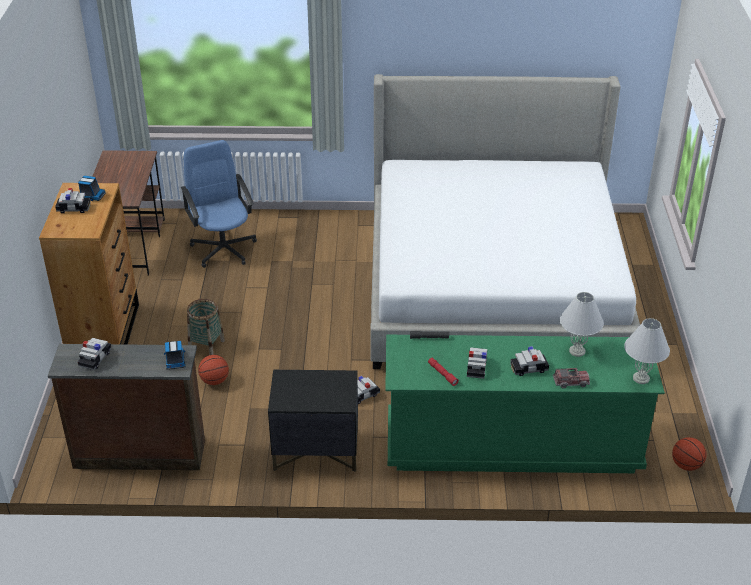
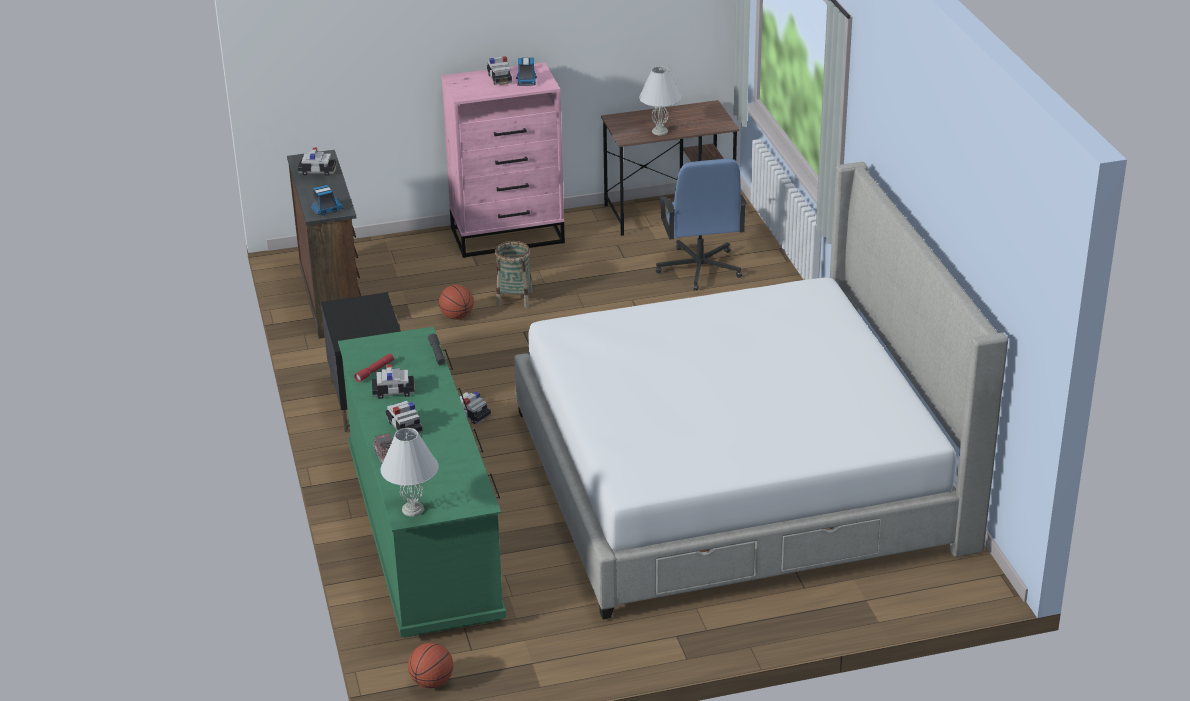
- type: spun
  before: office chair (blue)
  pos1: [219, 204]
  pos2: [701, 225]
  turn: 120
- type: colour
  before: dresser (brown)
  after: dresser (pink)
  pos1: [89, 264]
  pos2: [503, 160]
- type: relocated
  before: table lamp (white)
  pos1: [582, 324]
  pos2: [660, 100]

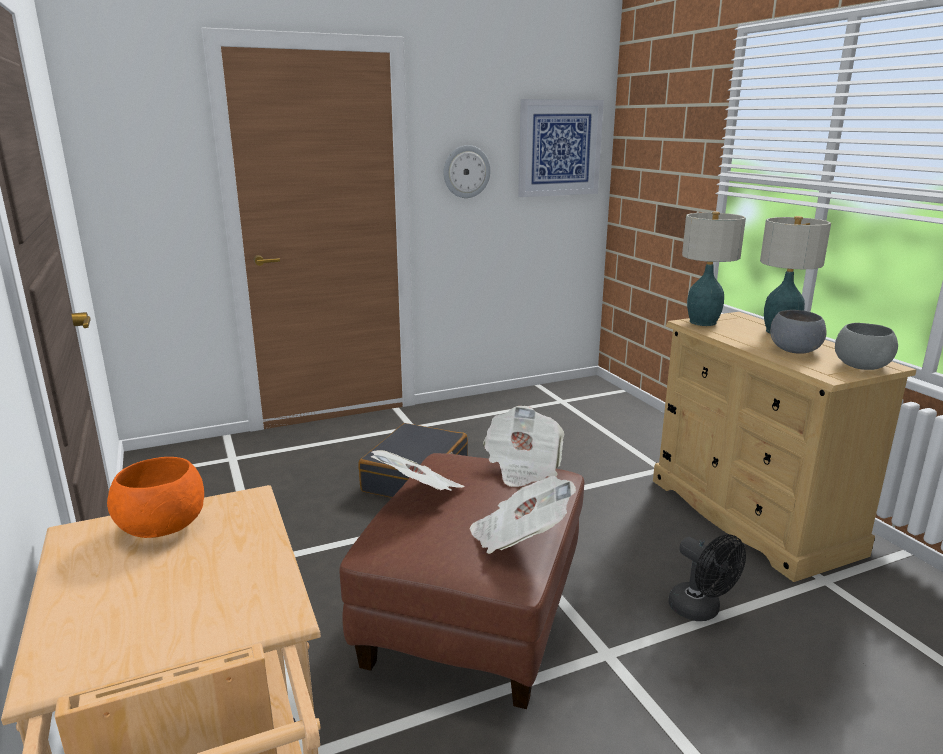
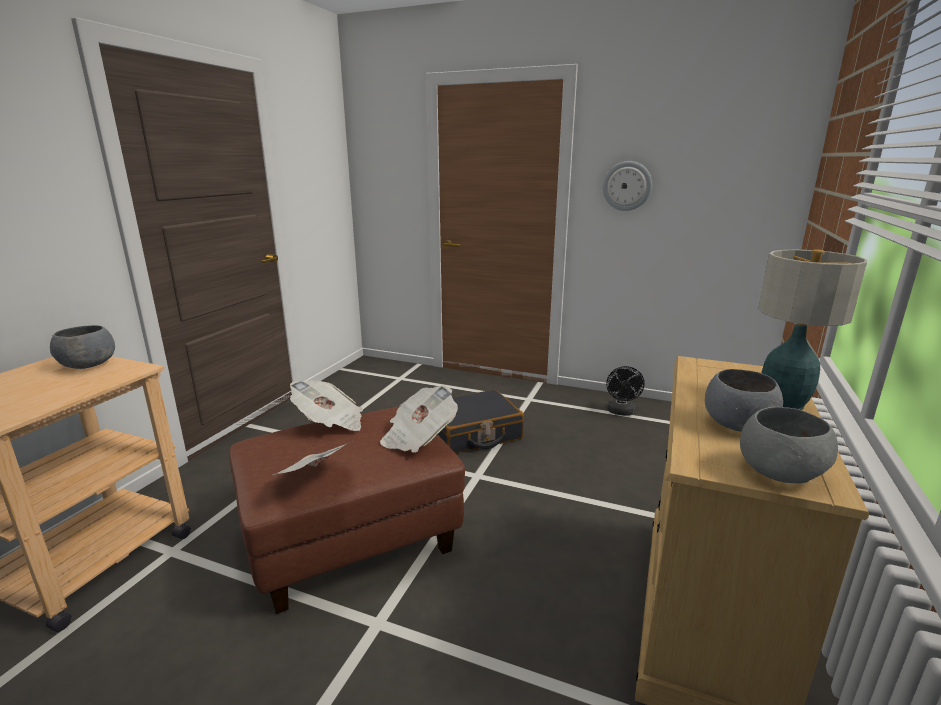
- type: missing
  before: picture
  pos1: [561, 148]
- type: missing
  before: table lamp
  pos1: [714, 268]
- type: colour
  before: bowl (orange)
  after: bowl (grey)
  pos1: [155, 497]
  pos2: [82, 347]
- type: relocated
  before: fan (black)
  pos1: [707, 577]
  pos2: [625, 390]

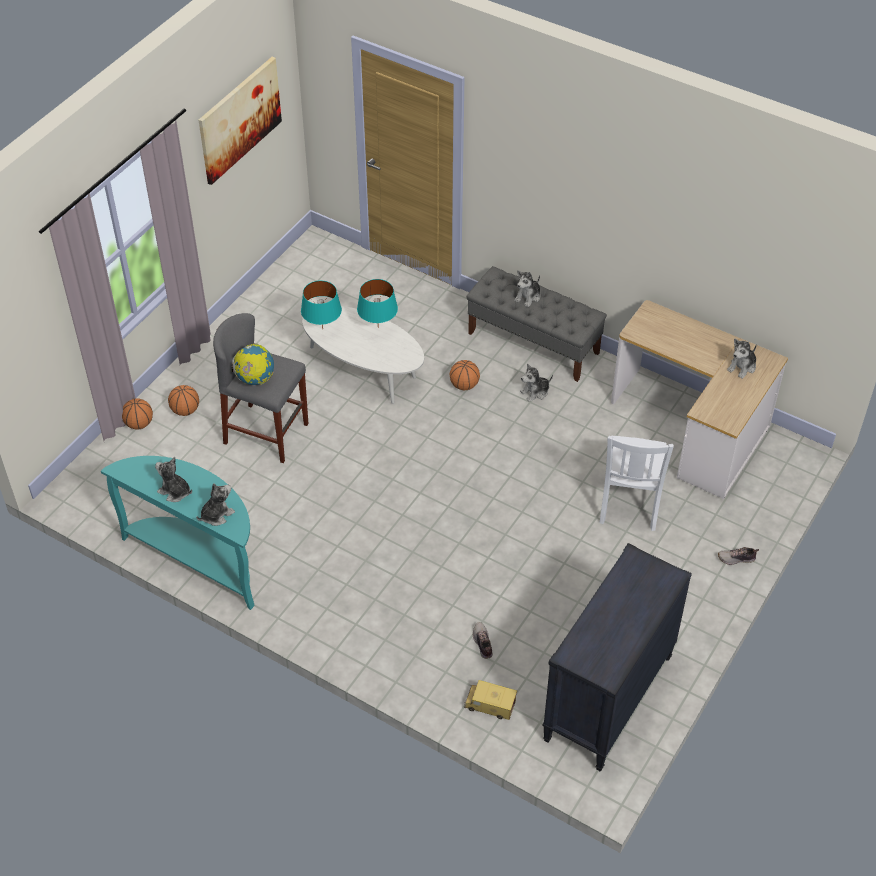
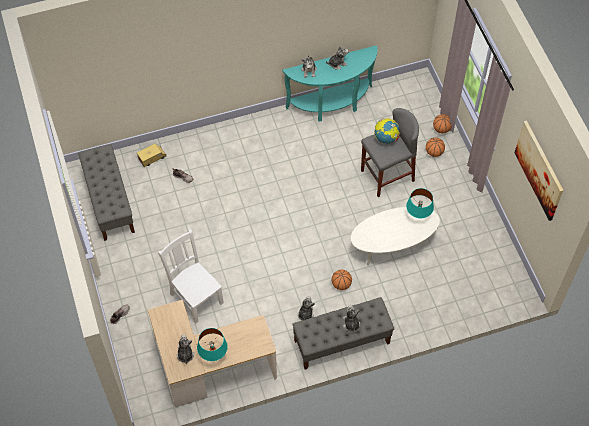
- type: relocated
  before: table lamp (turquoise)
  pos1: [377, 303]
  pos2: [212, 344]
- type: exchanged
  before: dresser (black)
  after: bench (grey)
  pos1: [617, 657]
  pos2: [106, 192]

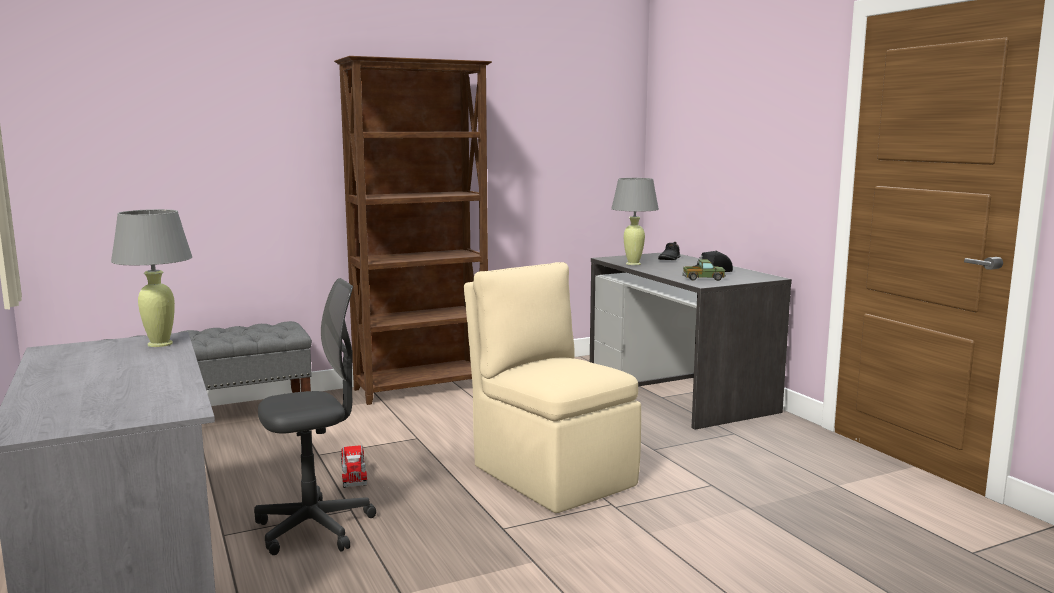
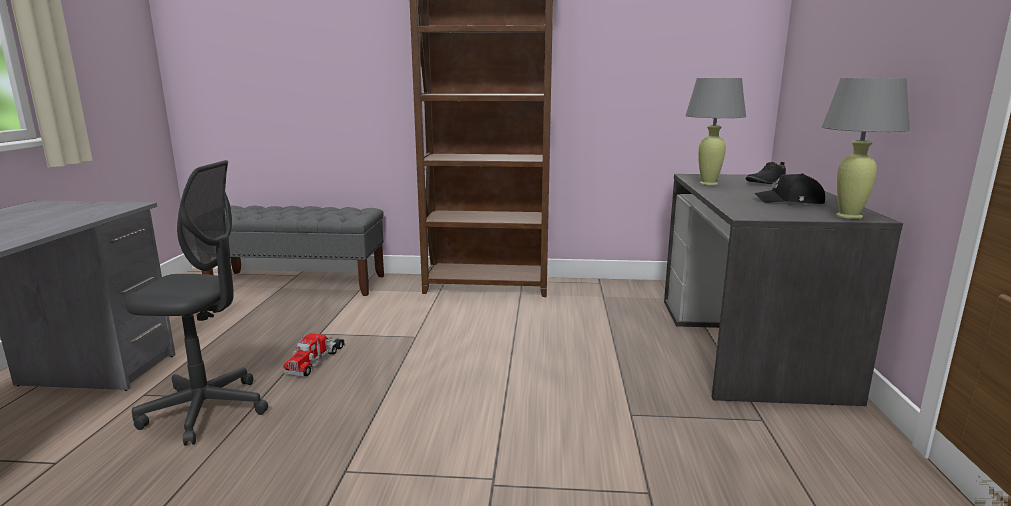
- type: relocated
  before: table lamp (grey)
  pos1: [151, 278]
  pos2: [866, 148]
- type: missing
  before: toy truck
  pos1: [704, 270]
- type: missing
  before: chair (beige)
  pos1: [552, 387]

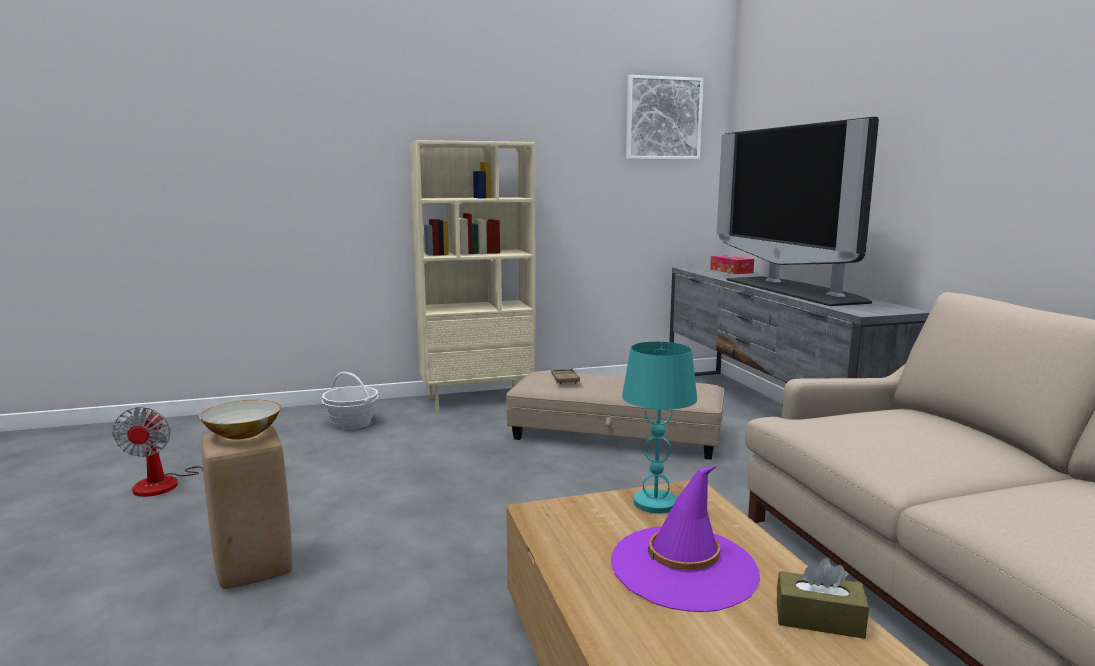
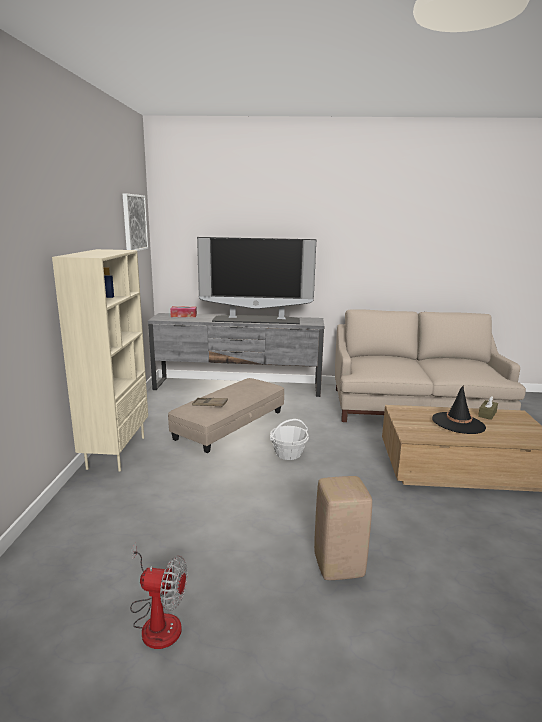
- type: missing
  before: table lamp (turquoise)
  pos1: [659, 428]
- type: relocated
  before: basket
  pos1: [350, 401]
  pos2: [289, 439]
- type: missing
  before: bowl
  pos1: [240, 420]
- type: colour
  before: hat (purple)
  after: hat (black)
  pos1: [685, 539]
  pos2: [459, 409]

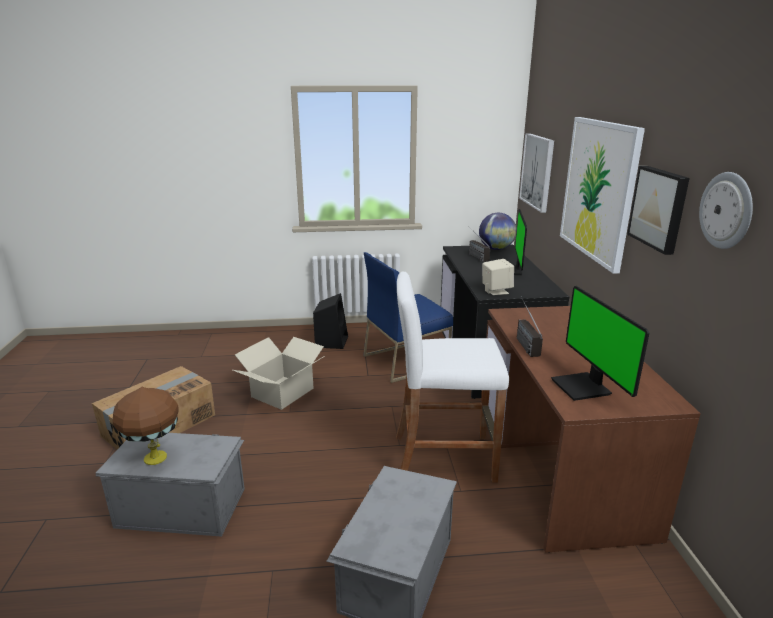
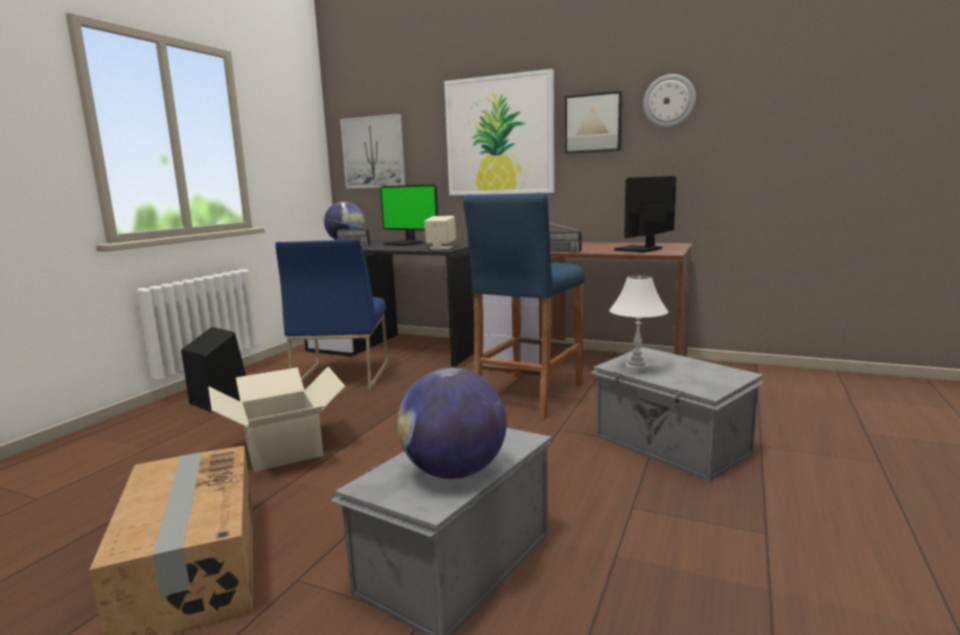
- type: colour
  before: stool (white)
  after: stool (blue)
  pos1: [452, 377]
  pos2: [523, 306]
- type: spun
  before: monitor
  pos1: [600, 343]
  pos2: [645, 214]
  turn: 120
- type: exchanged
  before: table lamp (brown)
  after: globe
  pos1: [146, 426]
  pos2: [452, 423]
- type: appeared
  after: table lamp (white)
  pos2: [639, 324]

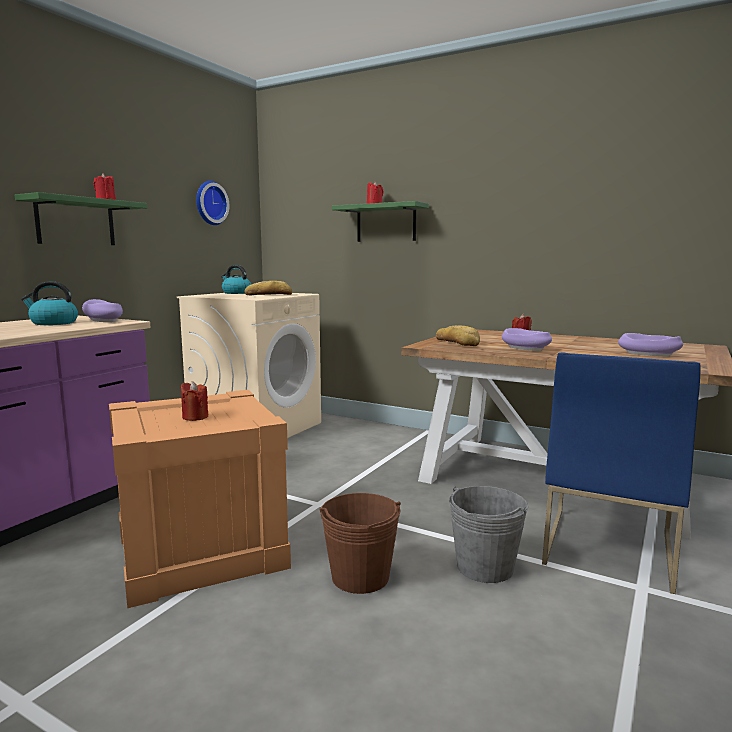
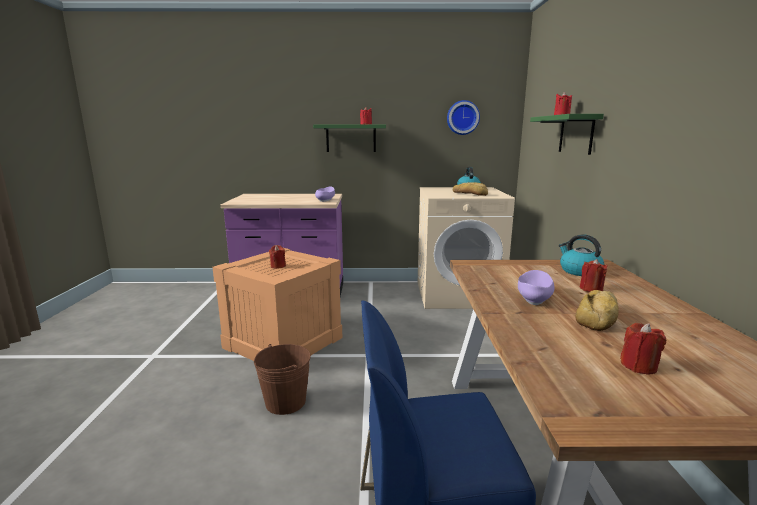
- type: relocated
  before: kettle
  pos1: [49, 303]
  pos2: [581, 255]
- type: relocated
  before: bread
  pos1: [458, 335]
  pos2: [597, 310]
- type: exchanged
  before: bowl (purple)
  after: candle (red)
  pos1: [650, 345]
  pos2: [643, 348]
- type: missing
  before: bucket (grey)
  pos1: [488, 534]

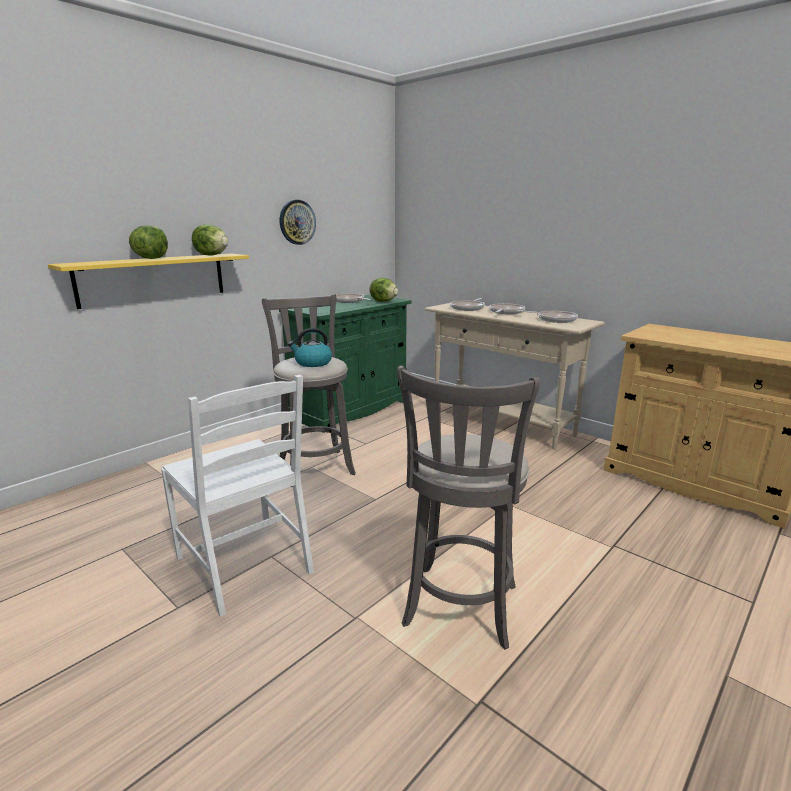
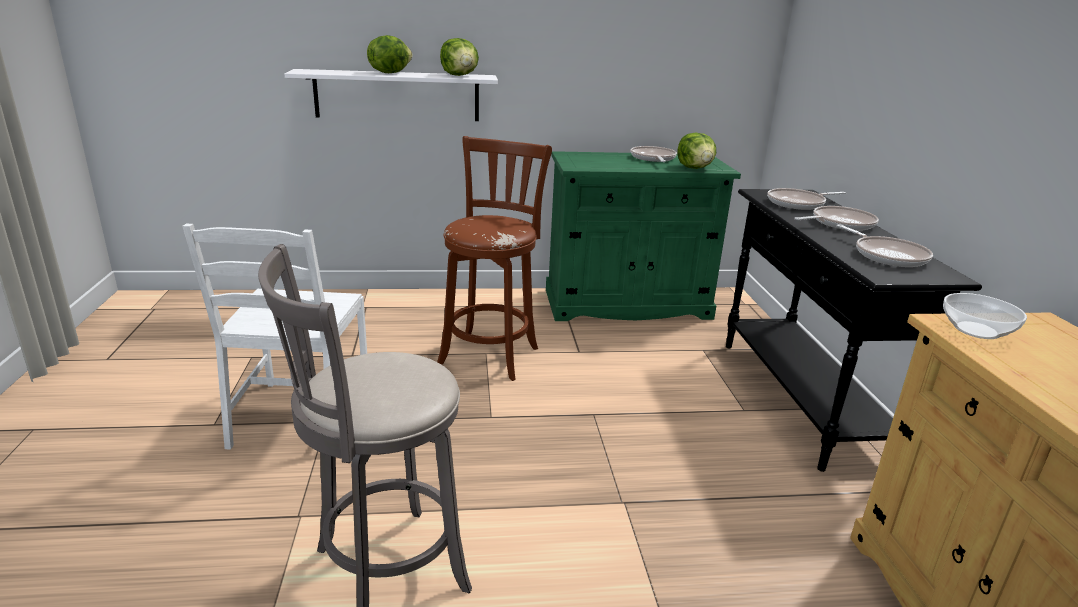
- type: missing
  before: wall clock
  pos1: [298, 222]
- type: colour
  before: shelf (yellow)
  after: shelf (white)
  pos1: [148, 281]
  pos2: [391, 95]
- type: colour
  before: stool (grey)
  after: stool (brown)
  pos1: [309, 390]
  pos2: [494, 258]
- type: colour
  before: console table (beige)
  after: console table (black)
  pos1: [515, 376]
  pos2: [854, 330]
- type: missing
  before: kettle
  pos1: [310, 347]
- type: appeared
  after: bowl
  pos2: [985, 316]

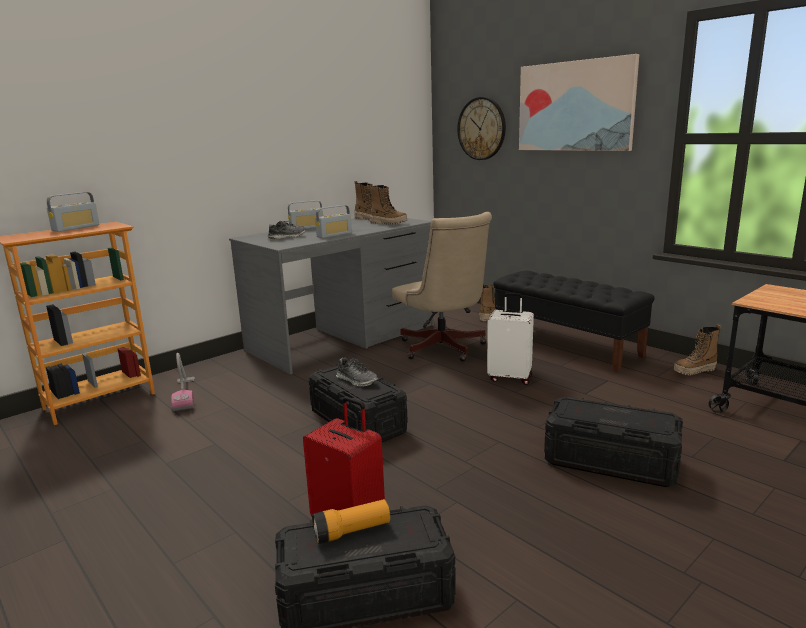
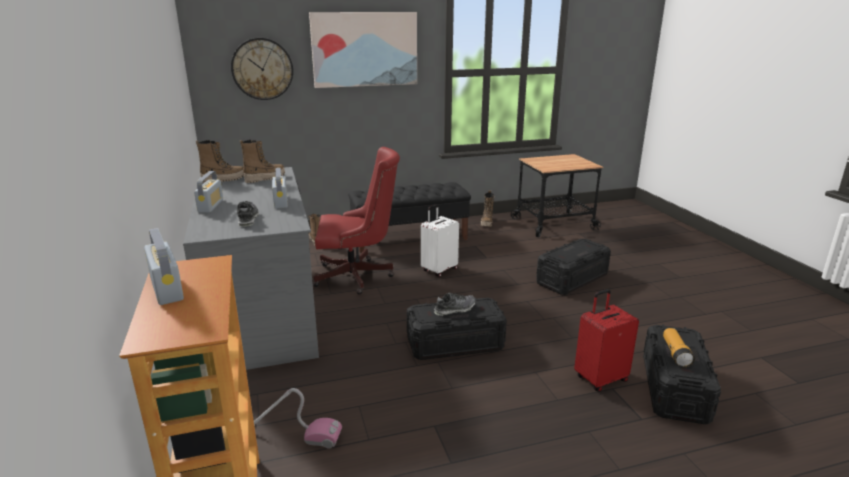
- type: colour
  before: office chair (beige)
  after: office chair (red)
  pos1: [442, 287]
  pos2: [356, 221]

